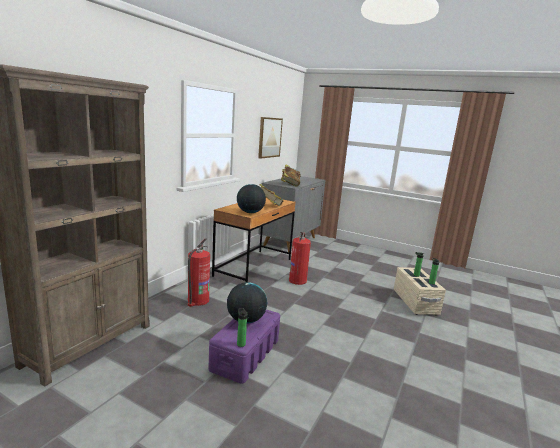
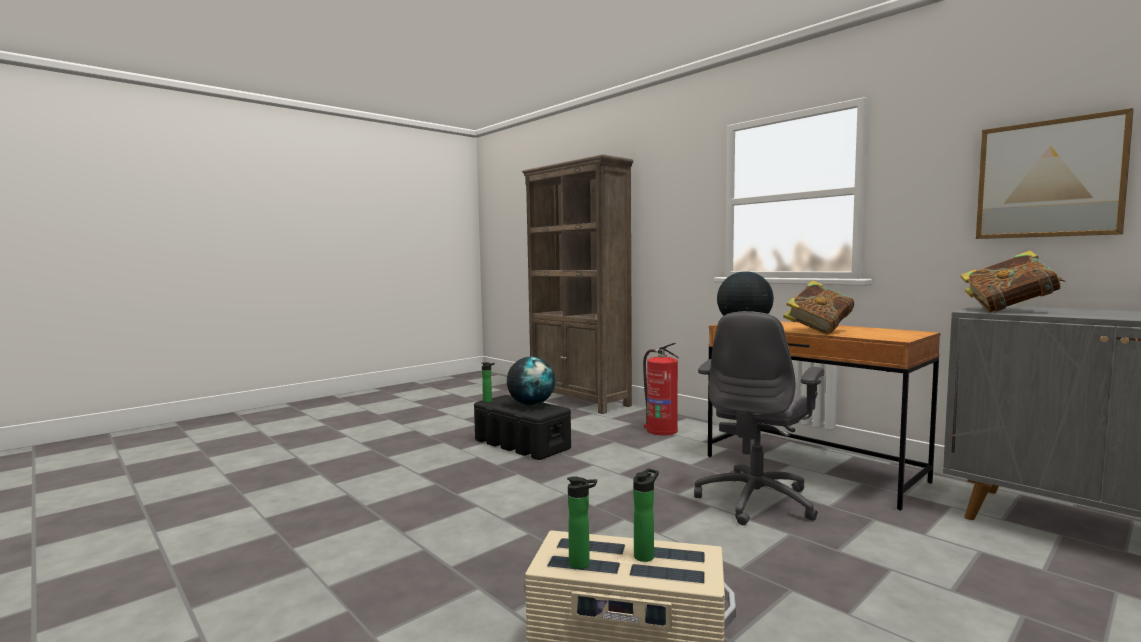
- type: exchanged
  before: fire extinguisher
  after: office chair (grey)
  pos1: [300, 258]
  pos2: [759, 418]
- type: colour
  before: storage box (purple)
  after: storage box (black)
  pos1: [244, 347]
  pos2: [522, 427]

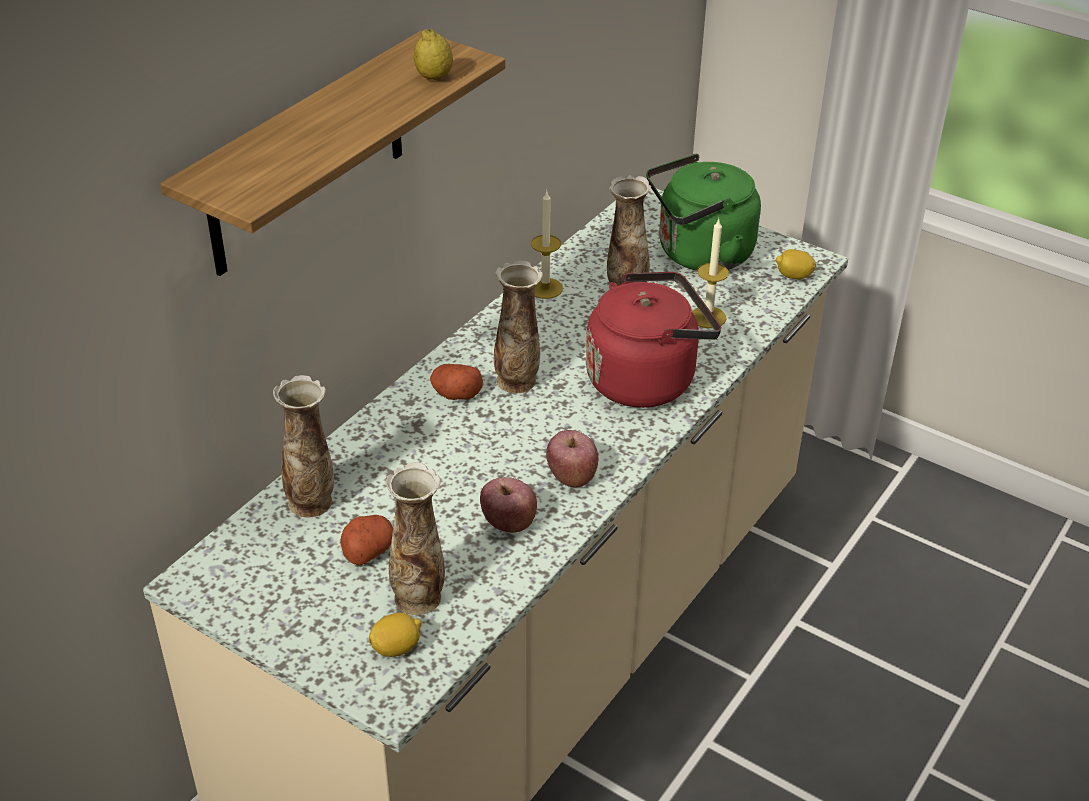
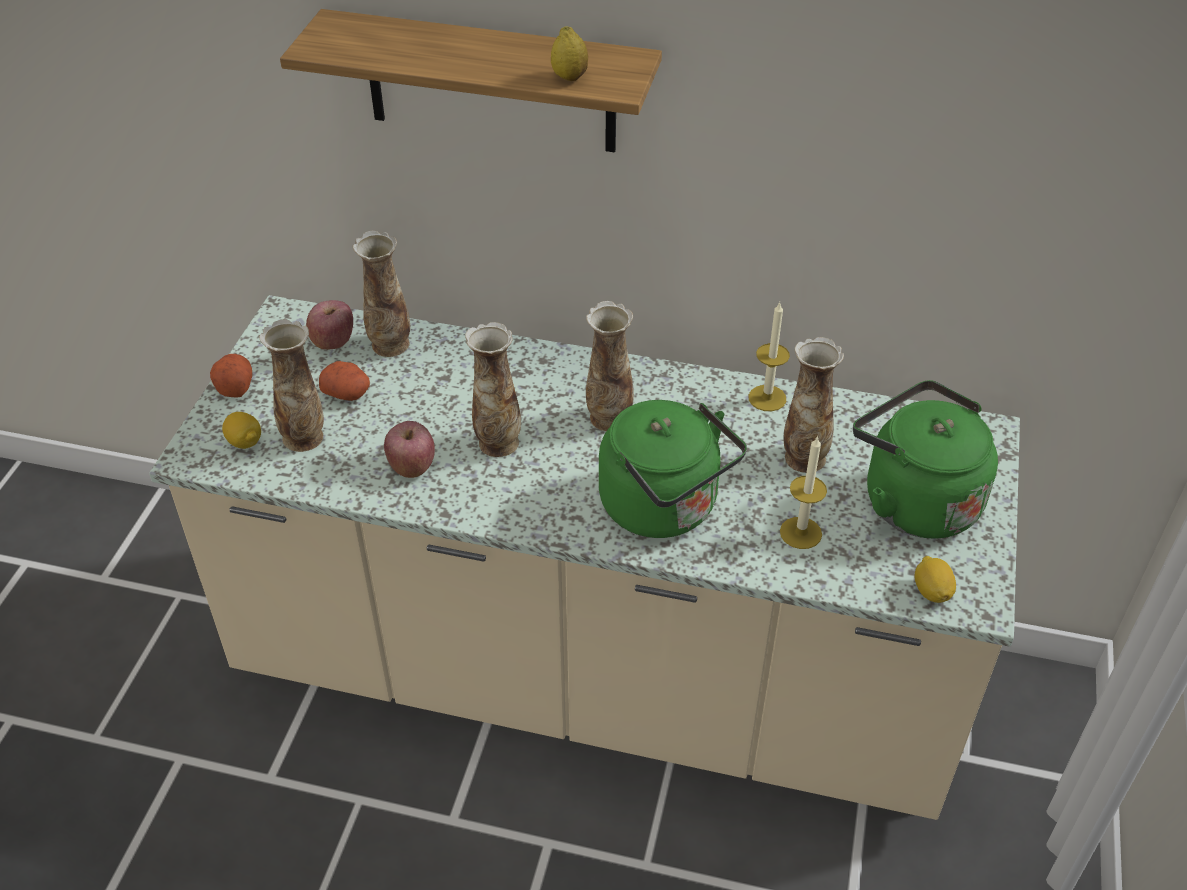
- type: colour
  before: kettle (red)
  after: kettle (green)
  pos1: [653, 340]
  pos2: [673, 469]
- type: relocated
  before: potato
  pos1: [456, 382]
  pos2: [231, 376]
- type: relocated
  before: apple
  pos1: [572, 458]
  pos2: [329, 325]
- type: appeared
  after: vase
  pos2: [493, 389]

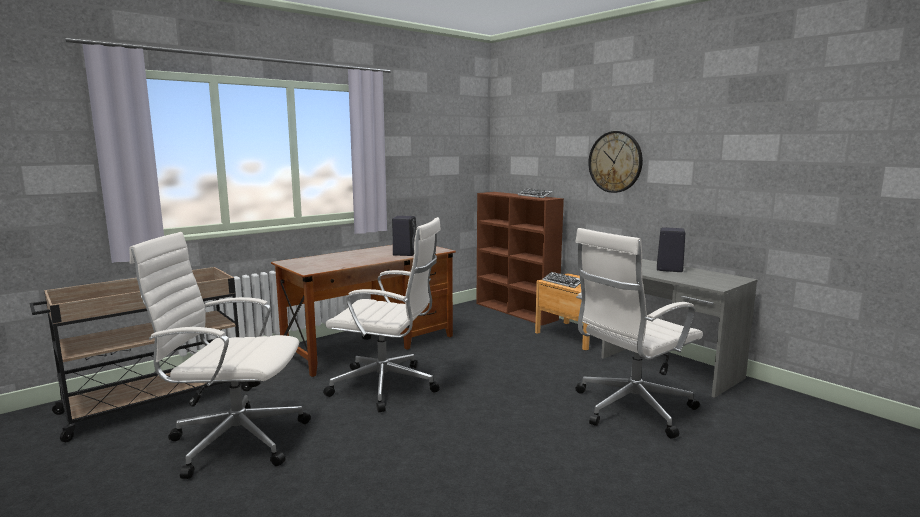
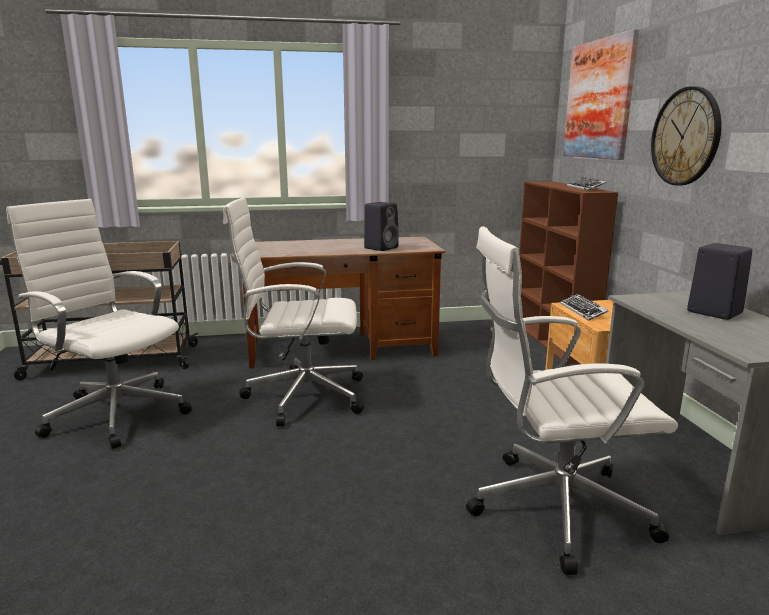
- type: spun
  before: office chair (white)
  pos1: [382, 315]
  pos2: [293, 311]
  turn: 135
- type: appeared
  after: picture
  pos2: [601, 94]

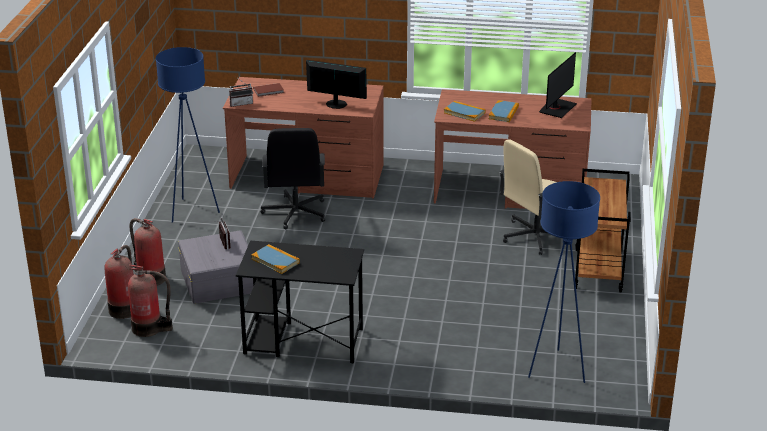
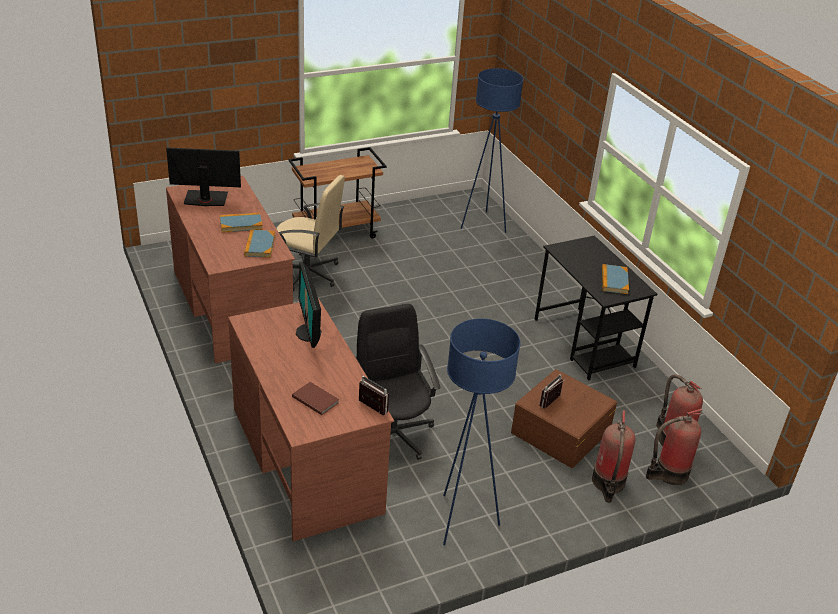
- type: spun
  before: office chair (black)
  pos1: [293, 178]
  pos2: [398, 382]
  turn: -75
- type: colour
  before: storage box (grey)
  after: storage box (brown)
  pos1: [216, 267]
  pos2: [564, 418]

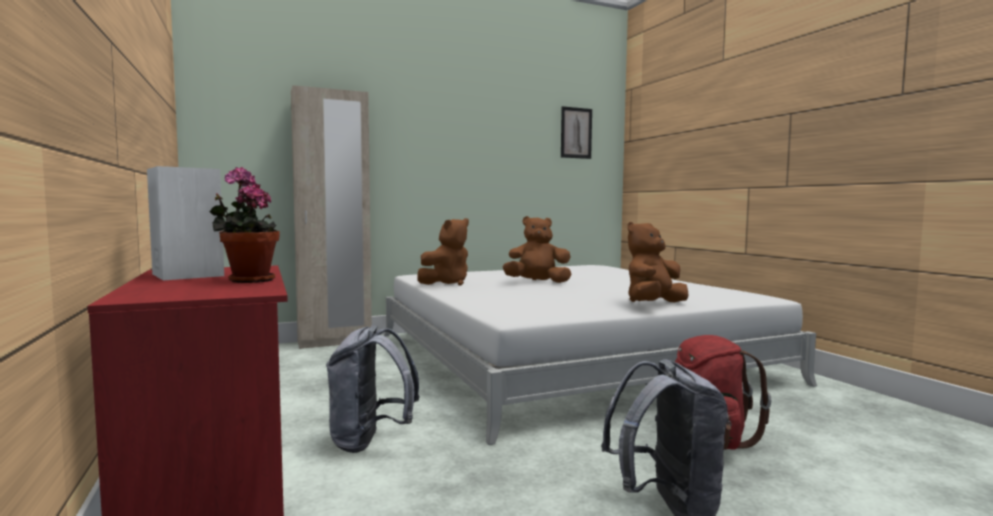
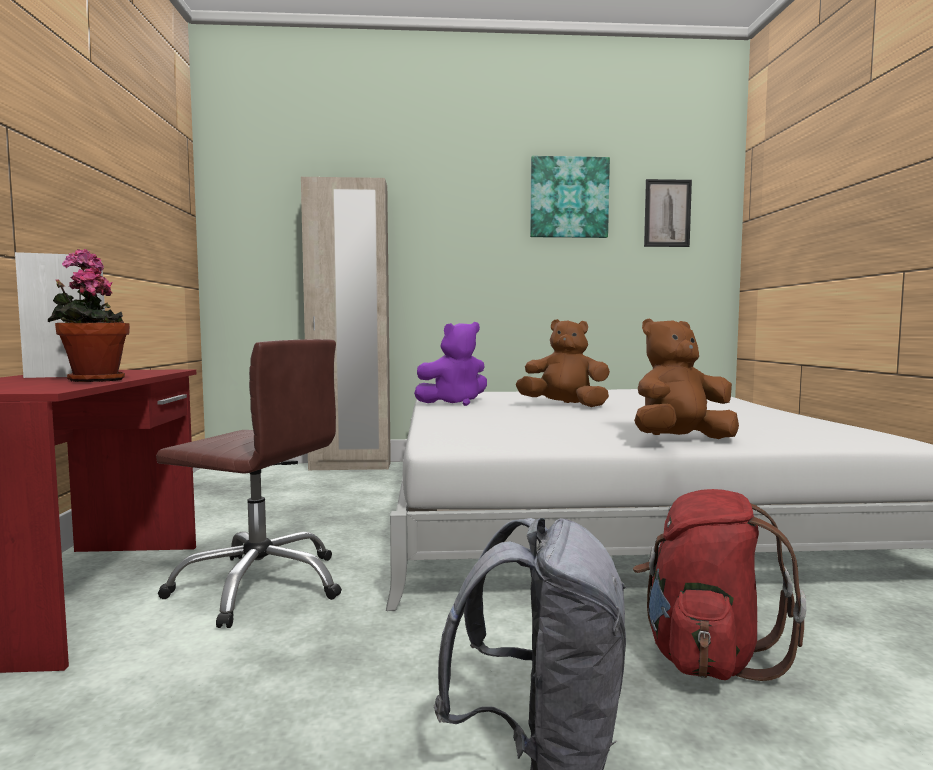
- type: colour
  before: plush toy (brown)
  after: plush toy (purple)
  pos1: [443, 252]
  pos2: [450, 364]
- type: exchanged
  before: backpack (grey)
  after: office chair (brown)
  pos1: [373, 389]
  pos2: [249, 483]
- type: appeared
  after: picture
  pos2: [570, 197]

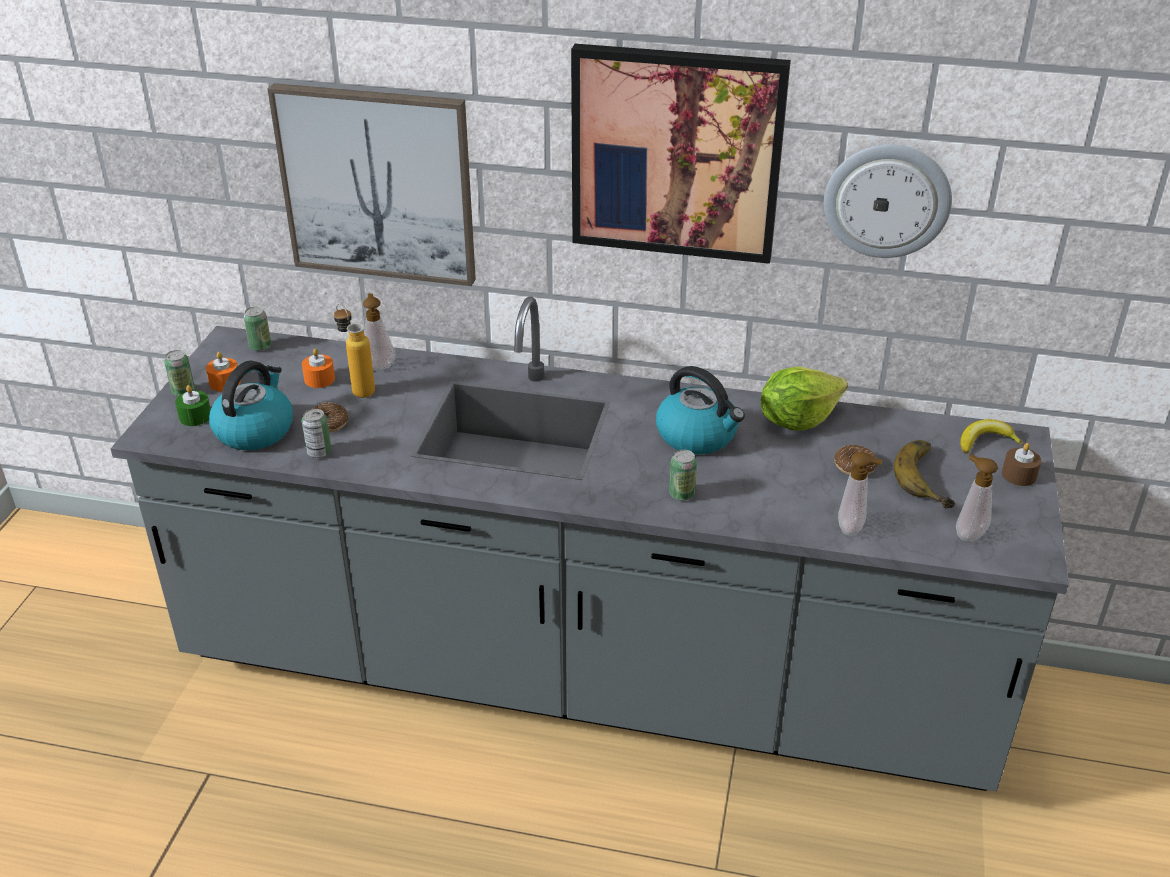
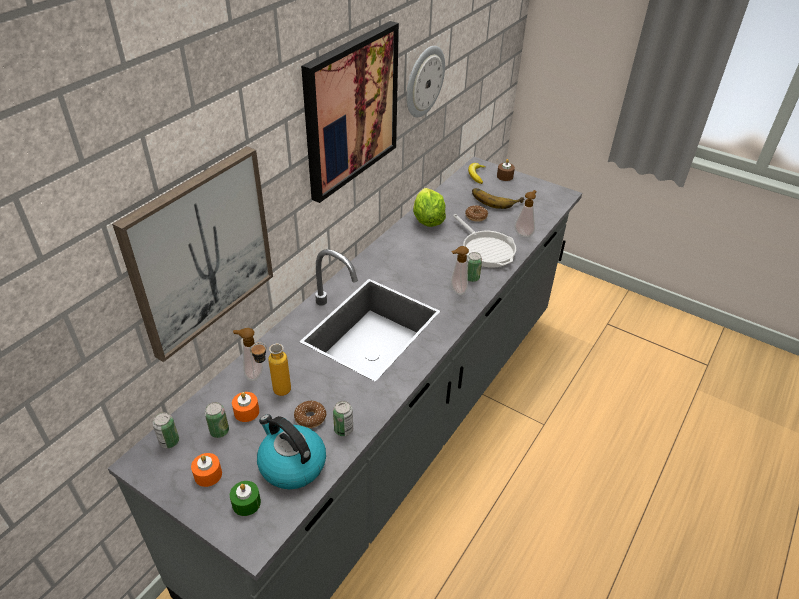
- type: relocated
  before: can
  pos1: [179, 373]
  pos2: [217, 420]
- type: missing
  before: kettle
  pos1: [700, 410]
- type: relocated
  before: soap dispenser
  pos1: [977, 498]
  pos2: [460, 270]
- type: appeared
  after: frying pan
  pos2: [484, 241]

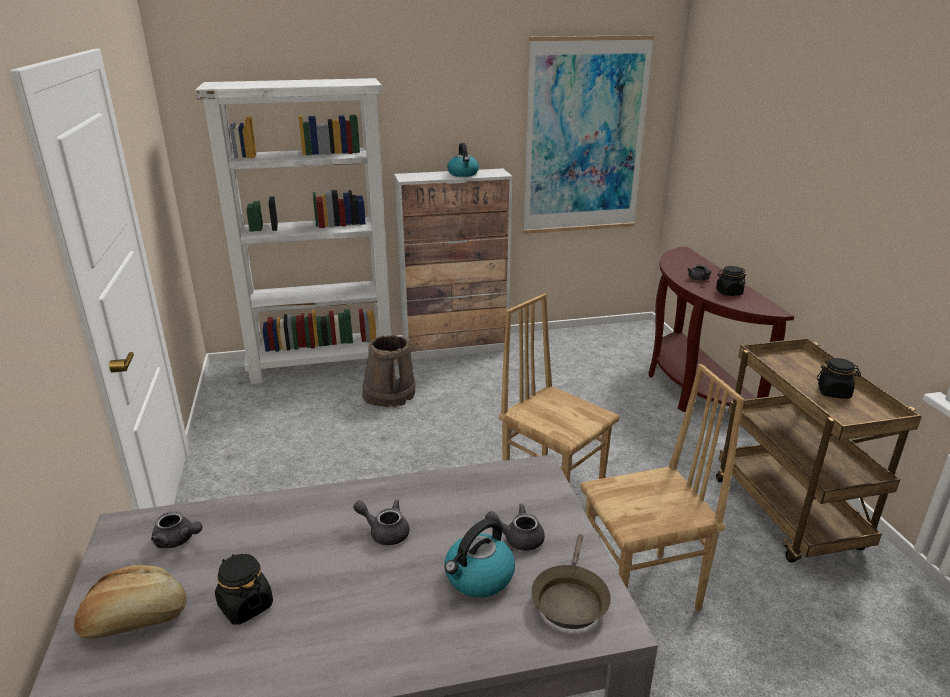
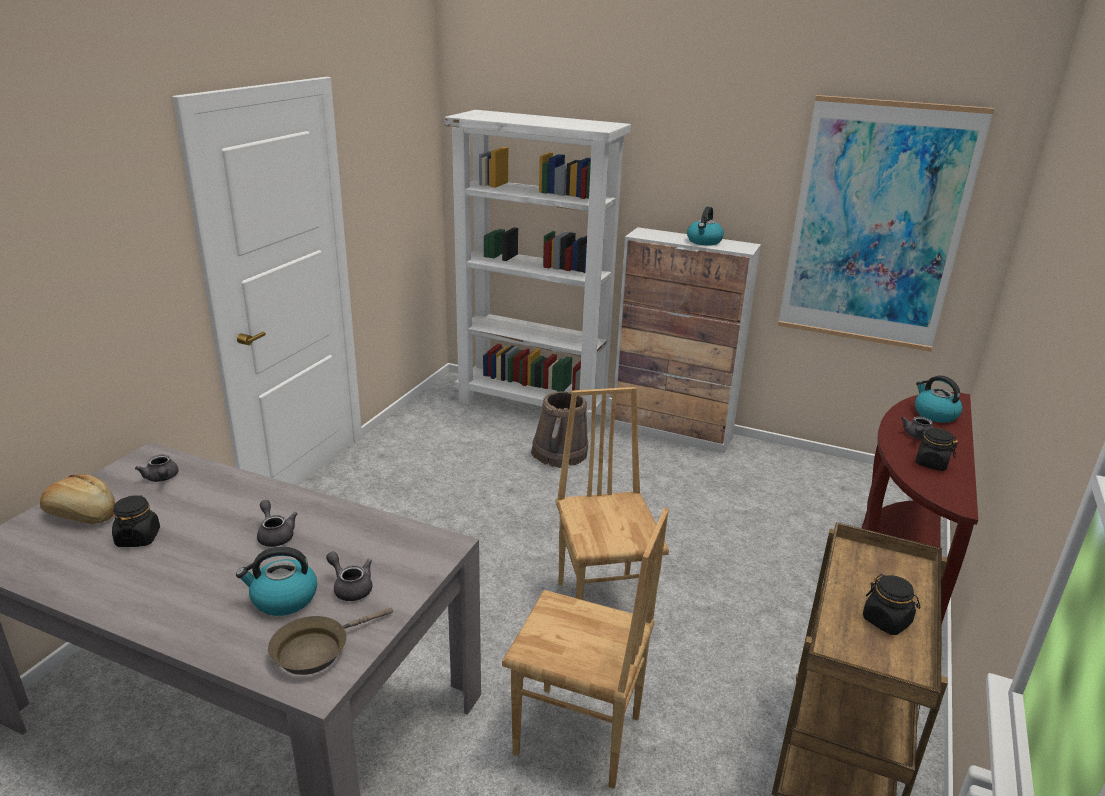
- type: appeared
  after: kettle
  pos2: [939, 399]

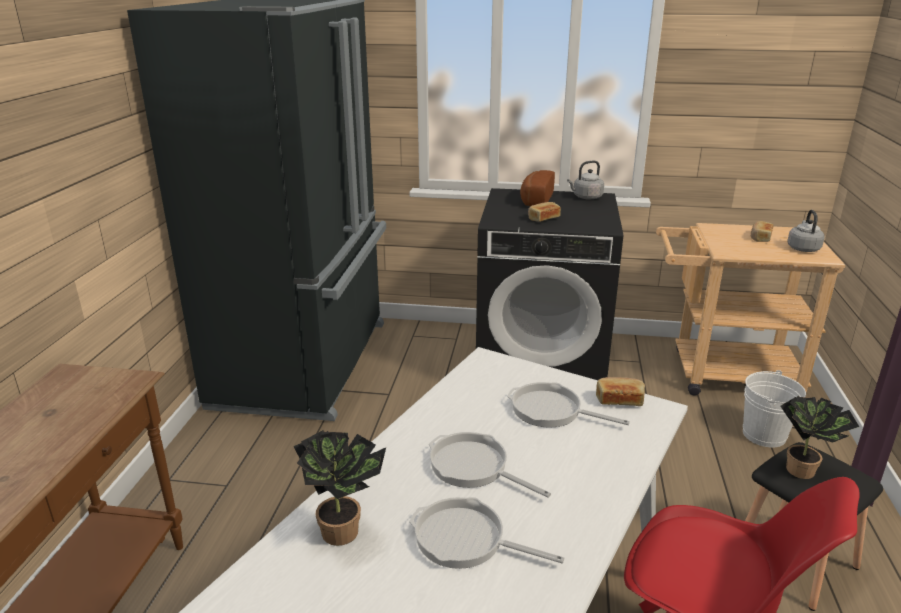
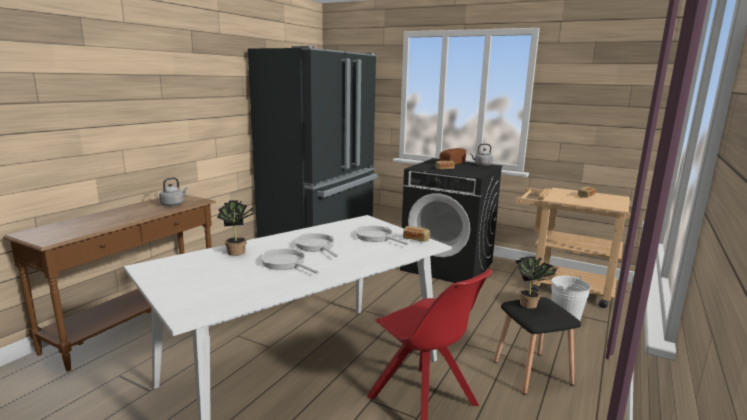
- type: relocated
  before: kettle (grey)
  pos1: [806, 231]
  pos2: [173, 191]

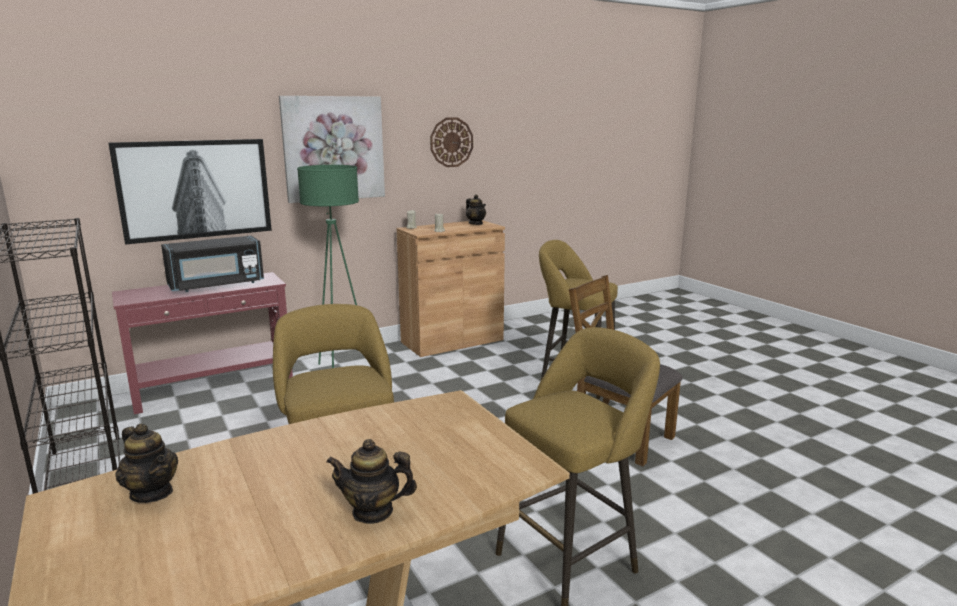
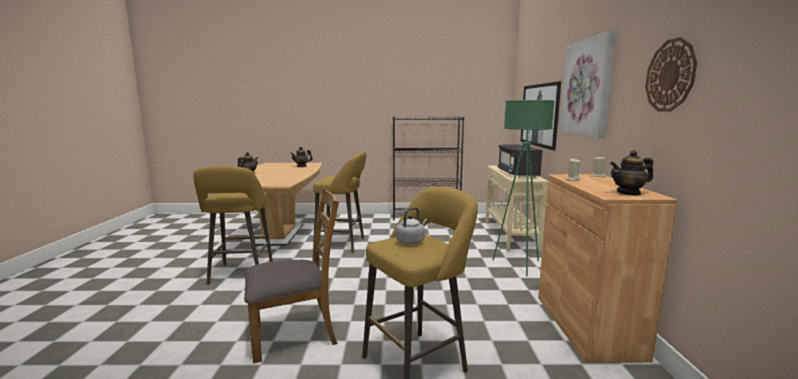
- type: colour
  before: console table (red)
  after: console table (beige)
  pos1: [202, 343]
  pos2: [516, 208]
- type: appeared
  after: kettle (grey)
  pos2: [411, 225]

